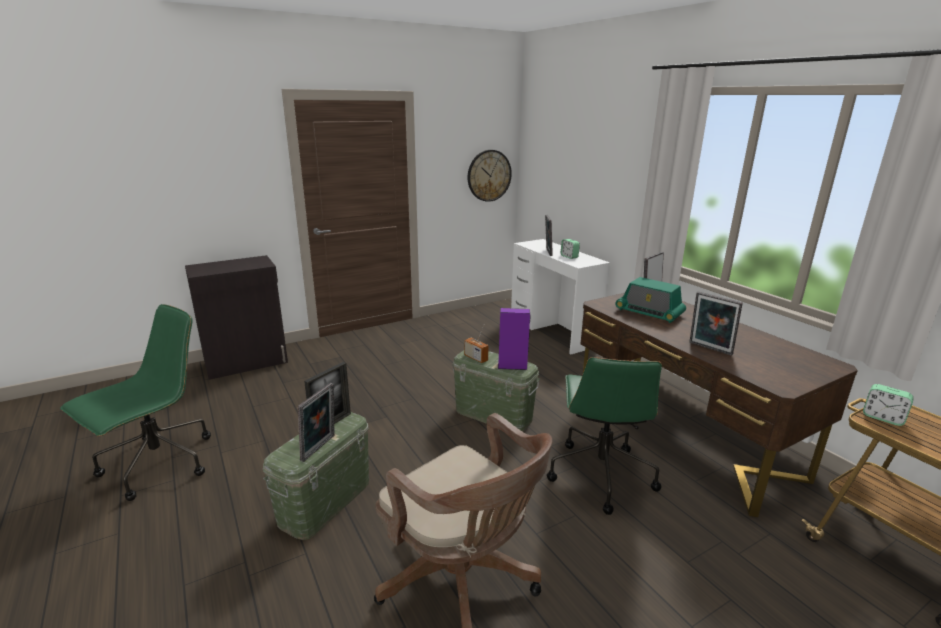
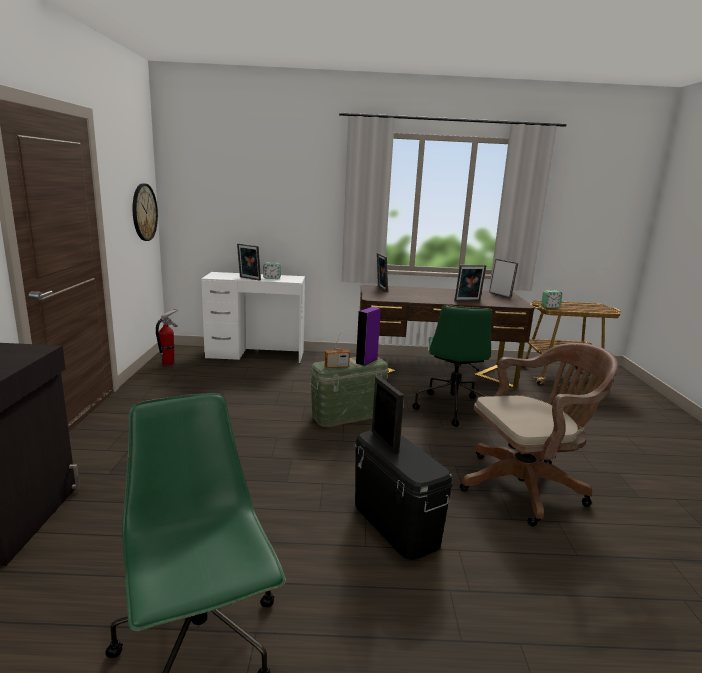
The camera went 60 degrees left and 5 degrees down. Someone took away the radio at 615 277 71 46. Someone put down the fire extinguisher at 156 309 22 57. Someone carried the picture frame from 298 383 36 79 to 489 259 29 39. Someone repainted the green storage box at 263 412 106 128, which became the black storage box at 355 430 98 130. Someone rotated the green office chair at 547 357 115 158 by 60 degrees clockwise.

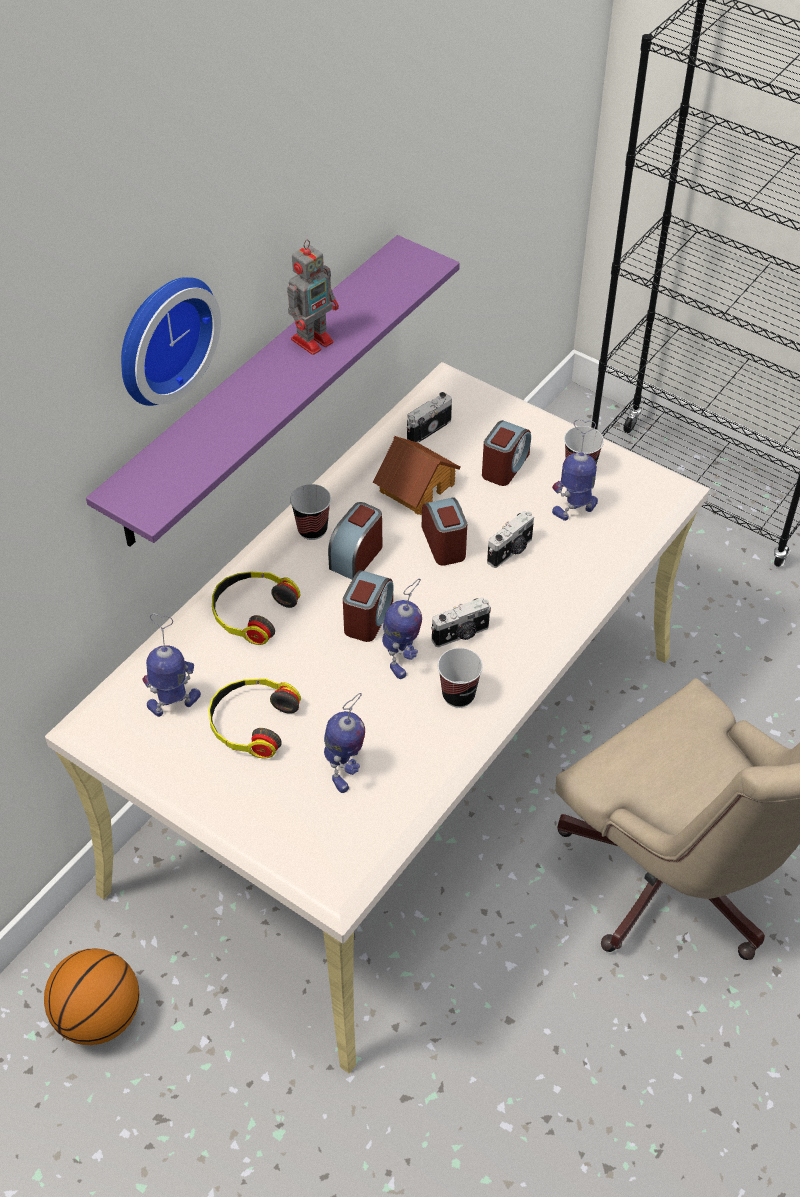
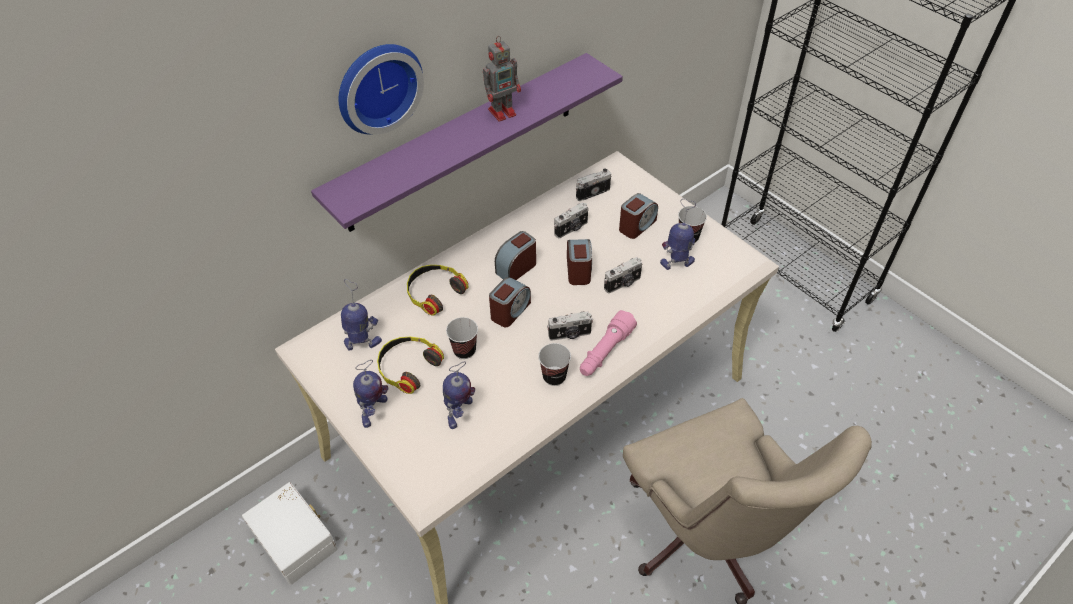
The camera went 15 degrees right and 0 degrees up. Someone put down the pink flashlight at 580 310 57 66. Someone carried the cup from 290 484 41 56 to 446 317 32 42. Someone carried the toy robot from 382 579 40 100 to 353 360 35 68. Someone swapped the basketball at 44 948 95 97 for the white storage box at 242 482 96 103. Someone swapped the toy house at 373 436 87 79 for the photo camera at 554 202 34 36.

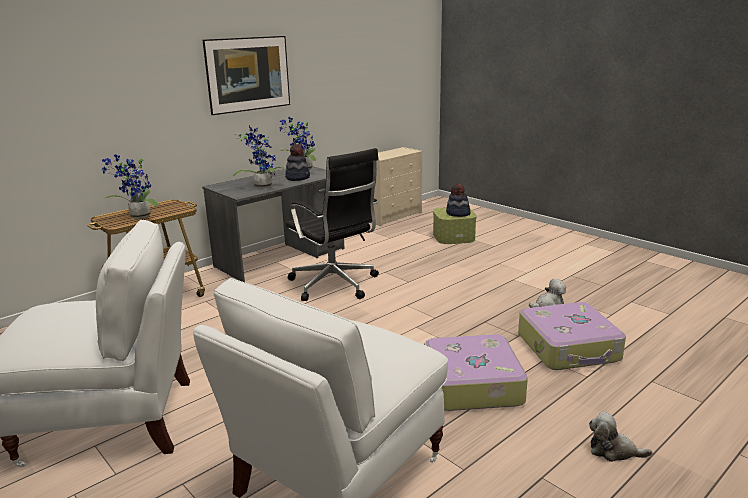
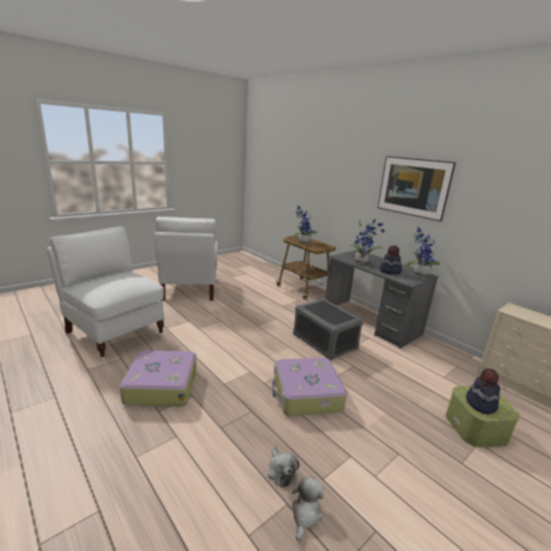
The camera went 90 degrees right and 0 degrees up. Someone carried the suitcase from 518 302 108 68 to 272 358 75 58. Someone carried the plush toy from 589 412 64 50 to 292 477 32 64. Someone swapped the black office chair at 286 148 93 153 for the grey storage box at 293 298 70 63.

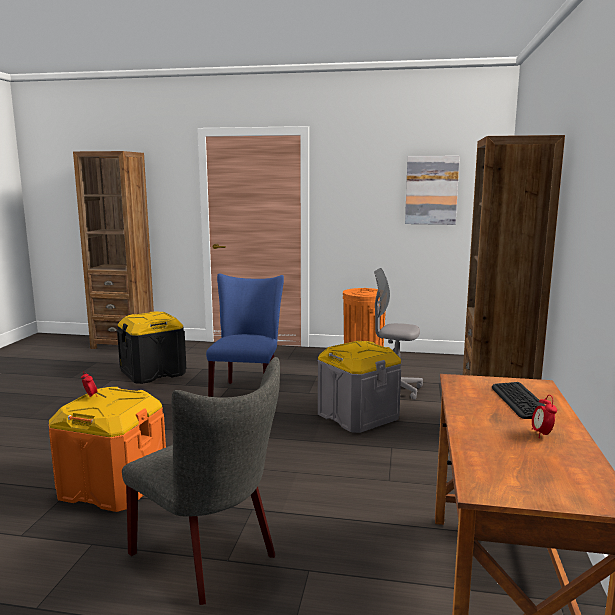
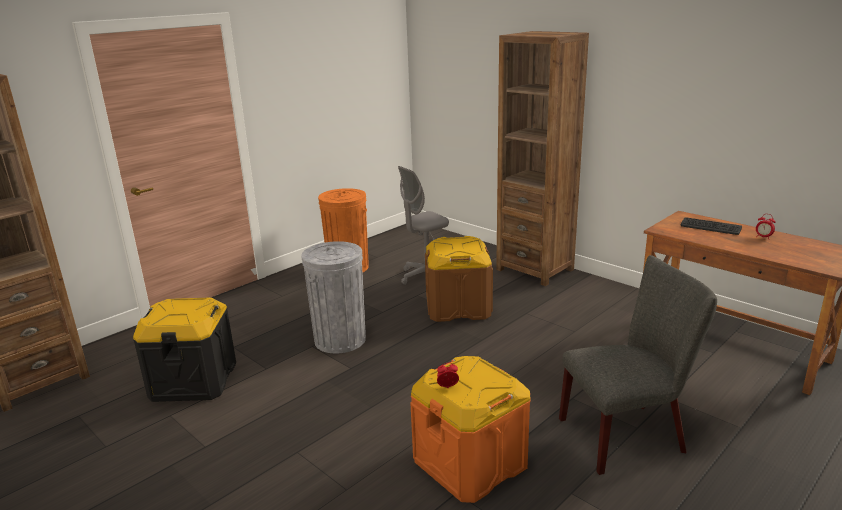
The camera went 55 degrees left and 10 degrees up. Someone took away the picture at 405 156 55 69. Someone swapped the blue chair at 206 273 78 124 for the grey trash can at 301 241 65 112. Someone repainted the grey storage box at 318 341 83 92, which became the brown storage box at 425 236 68 86.

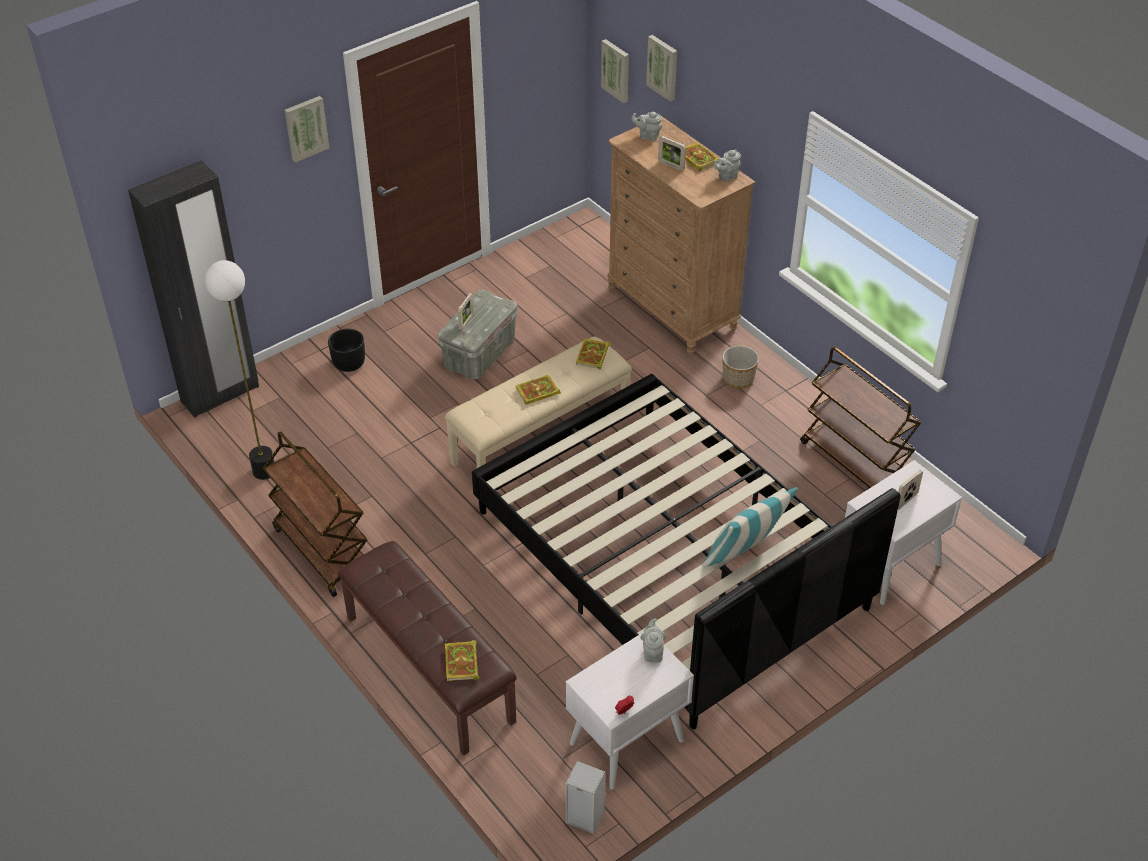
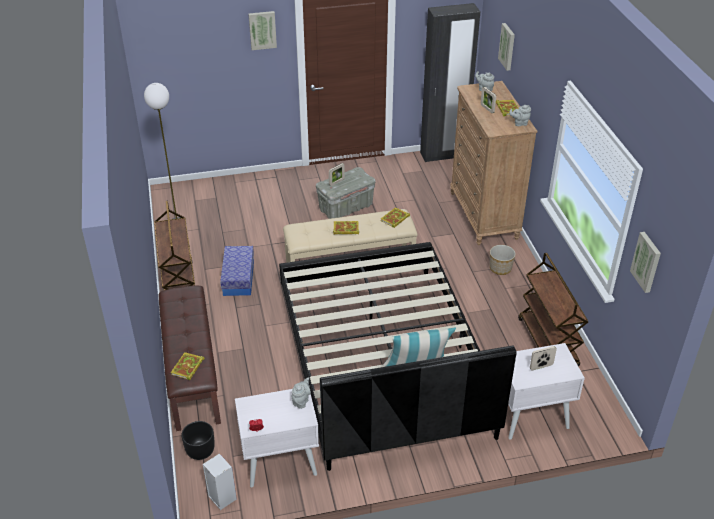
The camera went 25 degrees right and 5 degrees down. Someone put down the storage box at 220 246 34 50. Someone carried the black wardrobe from 128 160 131 258 to 420 3 60 159. Someone carried the black planter from 328 329 37 43 to 181 421 34 39. Someone carried the picture from 601 39 28 64 to 630 232 31 61.

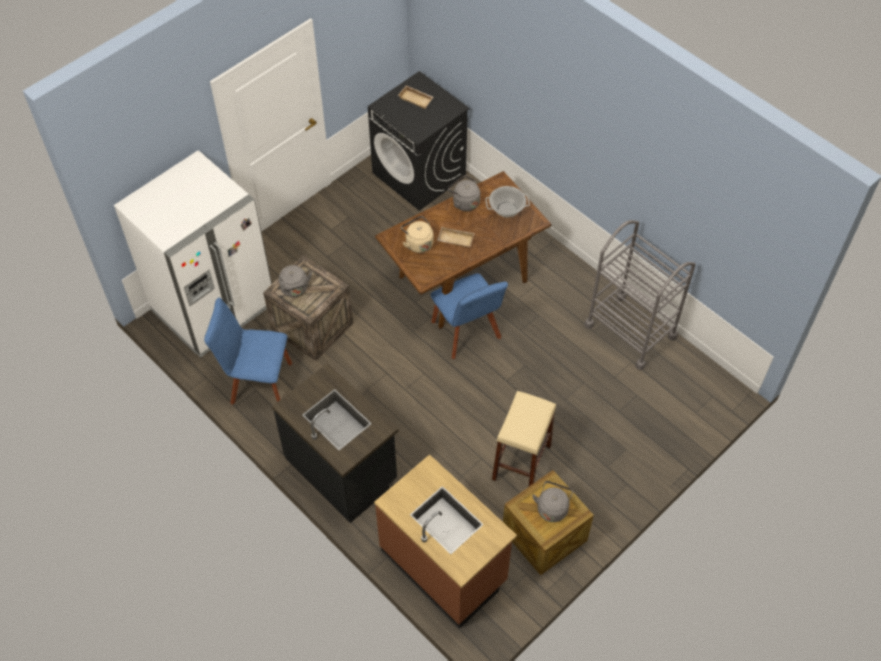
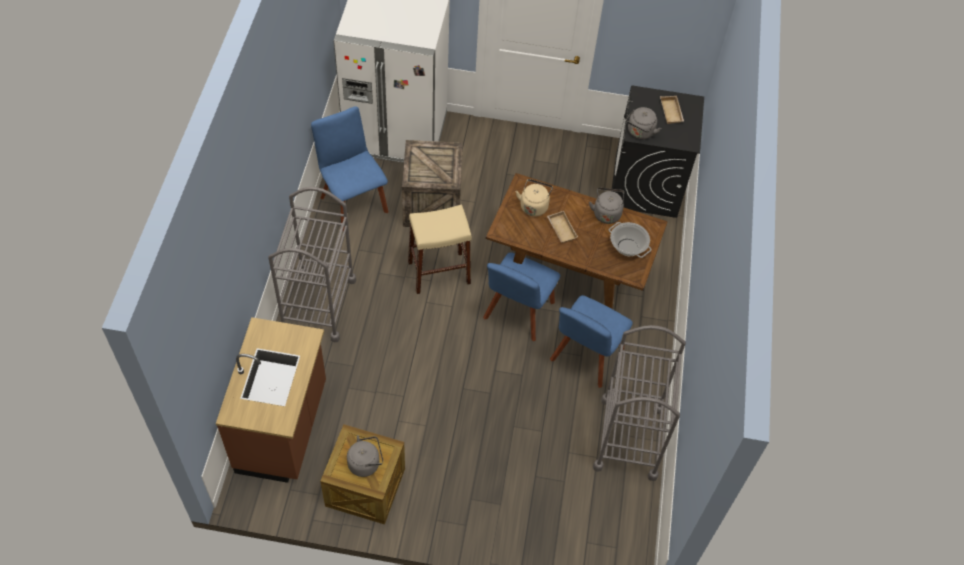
The camera went 50 degrees right and 0 degrees up. Someone put down the blue chair at 550 295 83 93. Someone carried the grey kettle from 279 265 33 32 to 626 107 35 32. Someone carried the beige stool from 492 391 64 95 to 408 205 64 89. Someone swapped the black counter at 272 363 127 160 for the grey cart at 268 187 88 155.

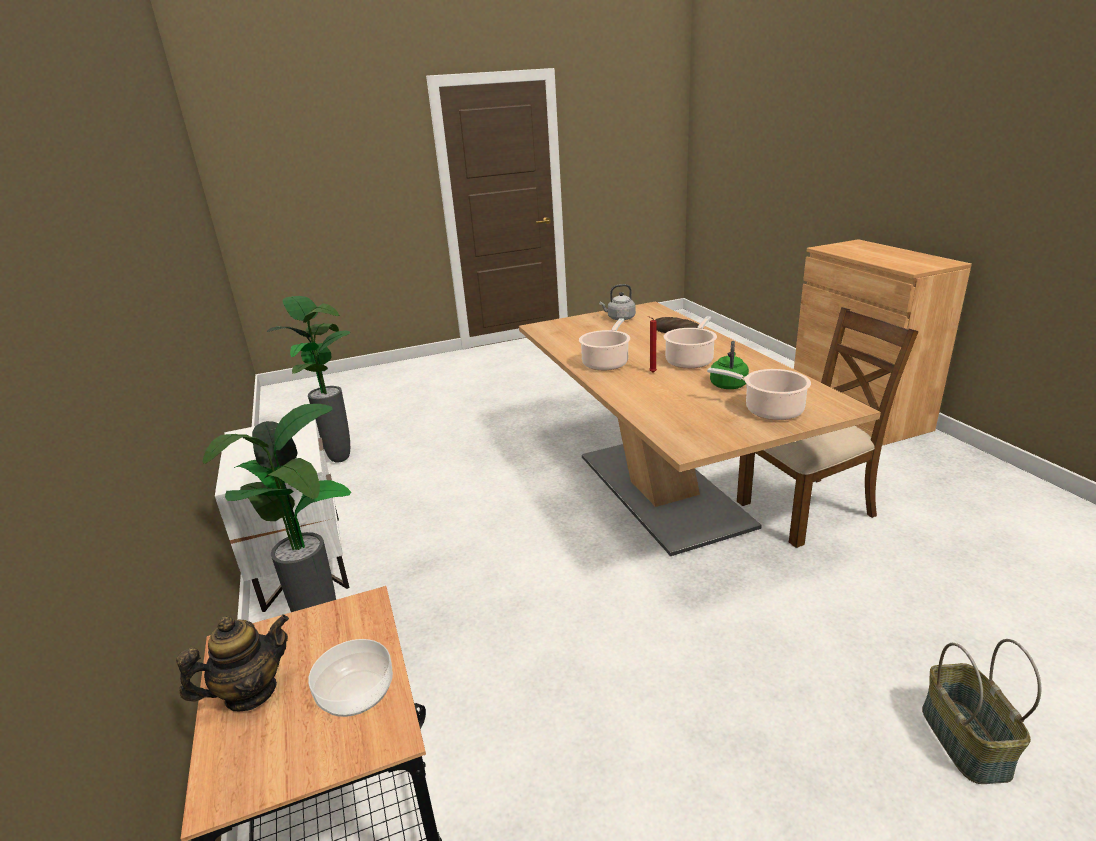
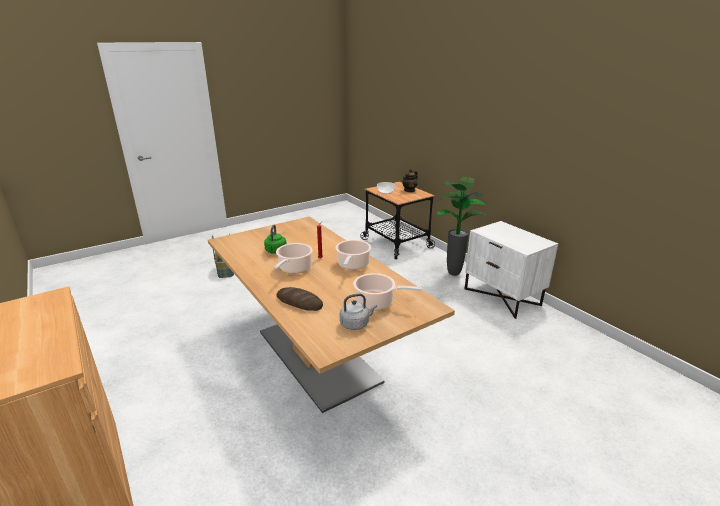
The camera went 165 degrees right and 0 degrees up. Someone took away the potted plant at 266 296 84 166. Someone took away the brown chair at 737 307 182 241. Someone carried the cooking pot from 707 368 104 52 to 353 273 69 37.

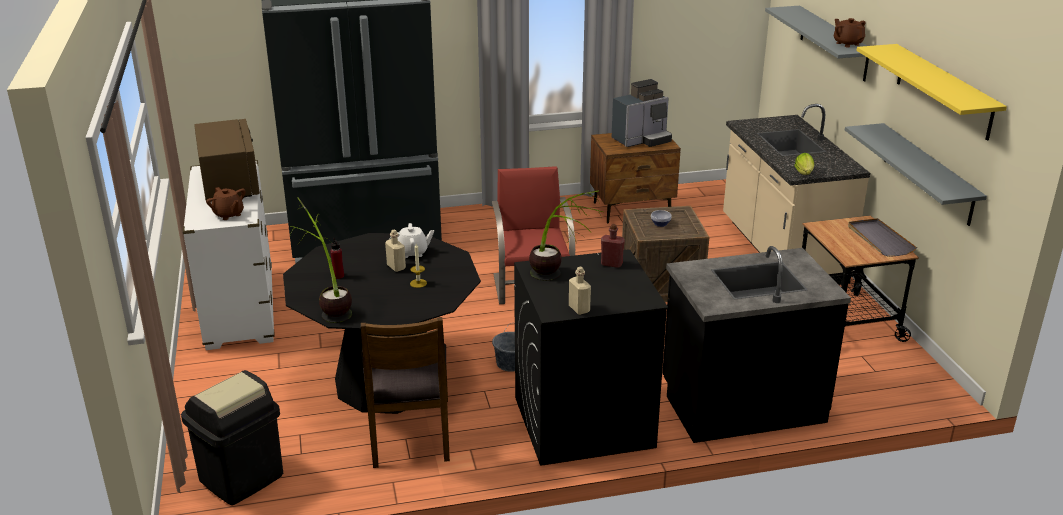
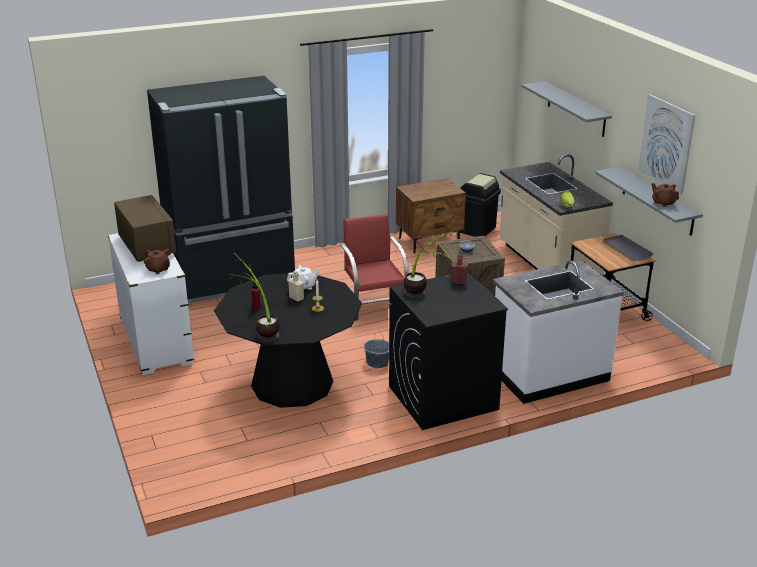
The camera went 10 degrees left and 0 degrees up. Someone took away the brown chair at 361 317 89 151. Someone took away the beige bottle at 569 267 22 48. Someone took away the coffee machine at 612 79 60 68. Someone carried the black trash can from 181 370 102 135 to 460 173 41 64. Someone carried the brown teapot from 834 18 31 29 to 652 183 27 24. Someone swapped the yellow shelf at 856 44 151 97 for the picture at 638 94 57 100. Someone repainted the black counter at 662 246 189 197, which became the white counter at 493 260 131 144.

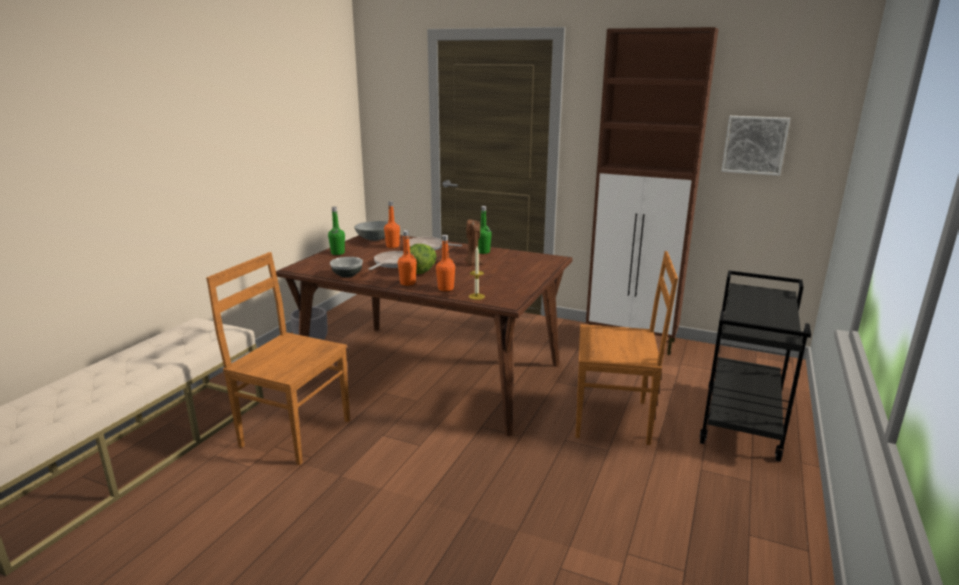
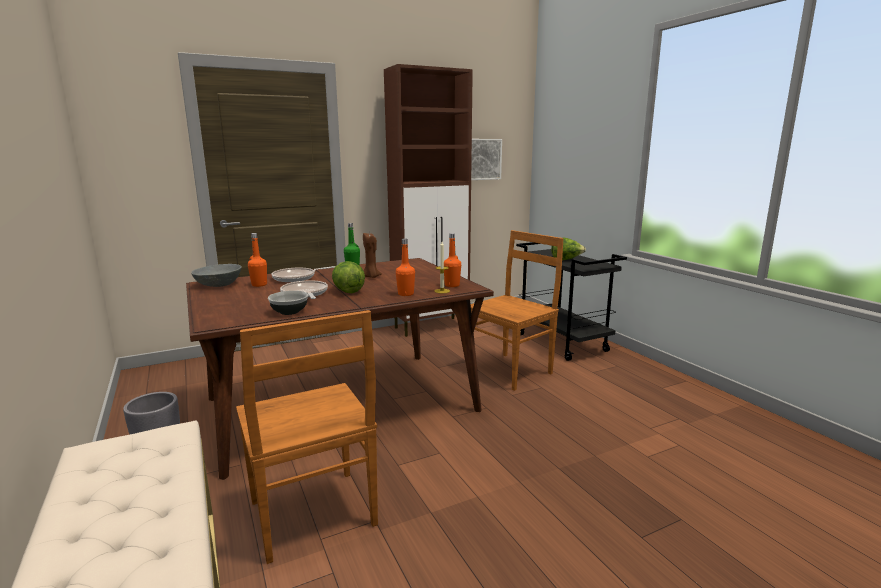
The camera went 50 degrees left and 5 degrees down. Someone took away the green bottle at 328 207 17 48. Someone put down the lettuce at 551 238 35 22. Someone carried the orange bottle from 398 230 19 56 to 444 233 17 54. Someone rotated the brown chair at 206 252 144 213 by 90 degrees counterclockwise.

